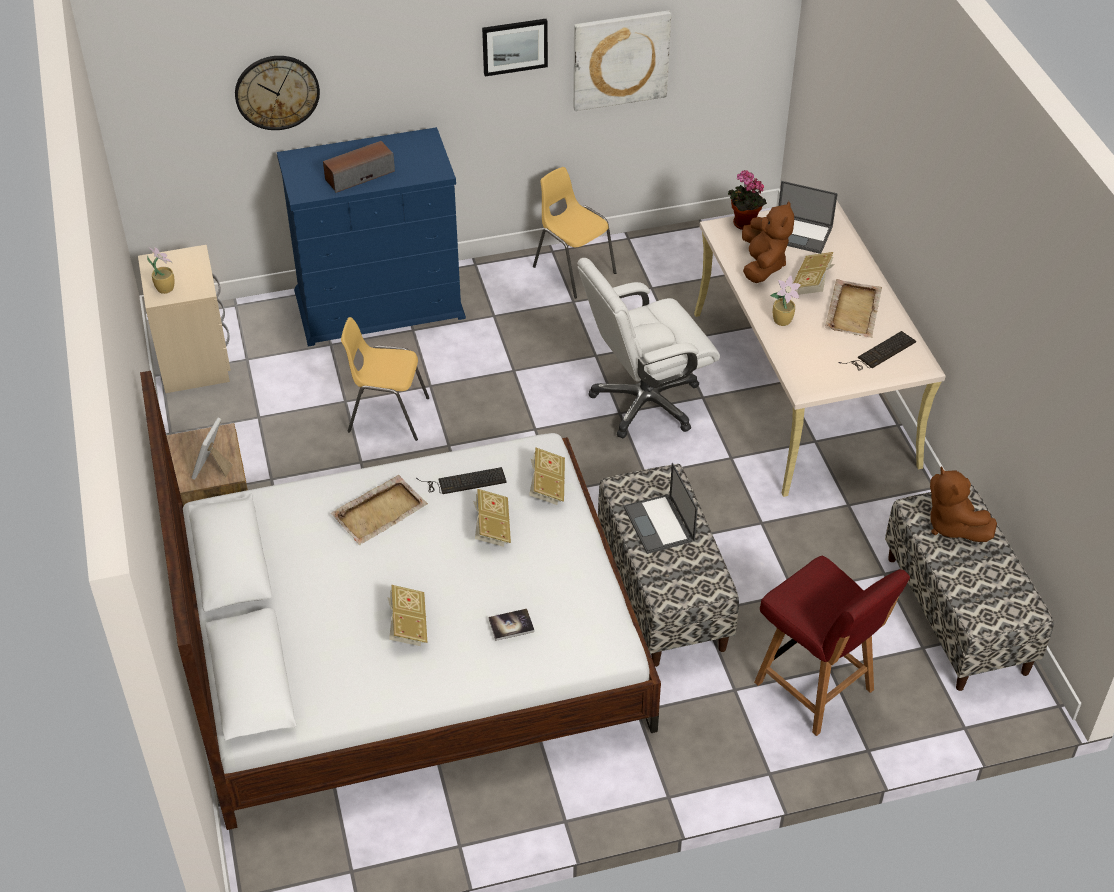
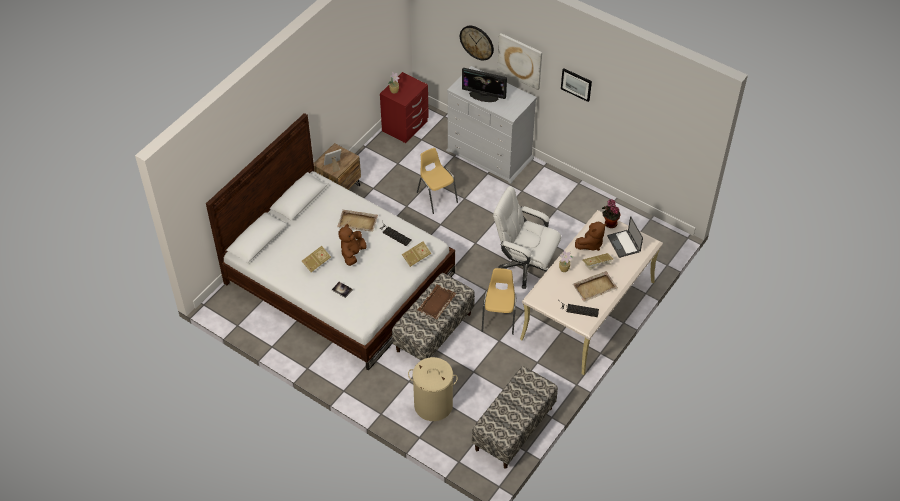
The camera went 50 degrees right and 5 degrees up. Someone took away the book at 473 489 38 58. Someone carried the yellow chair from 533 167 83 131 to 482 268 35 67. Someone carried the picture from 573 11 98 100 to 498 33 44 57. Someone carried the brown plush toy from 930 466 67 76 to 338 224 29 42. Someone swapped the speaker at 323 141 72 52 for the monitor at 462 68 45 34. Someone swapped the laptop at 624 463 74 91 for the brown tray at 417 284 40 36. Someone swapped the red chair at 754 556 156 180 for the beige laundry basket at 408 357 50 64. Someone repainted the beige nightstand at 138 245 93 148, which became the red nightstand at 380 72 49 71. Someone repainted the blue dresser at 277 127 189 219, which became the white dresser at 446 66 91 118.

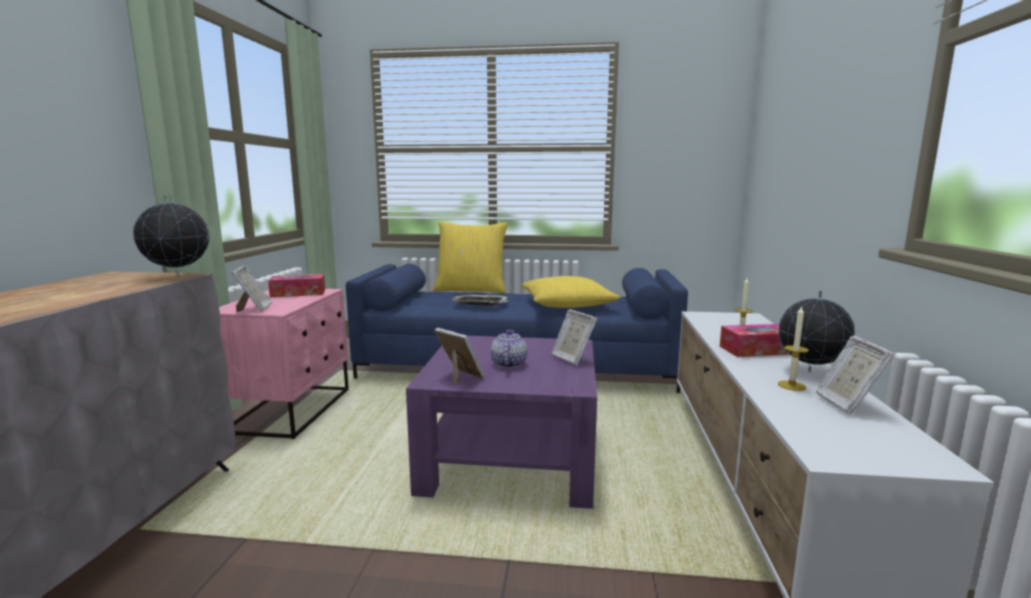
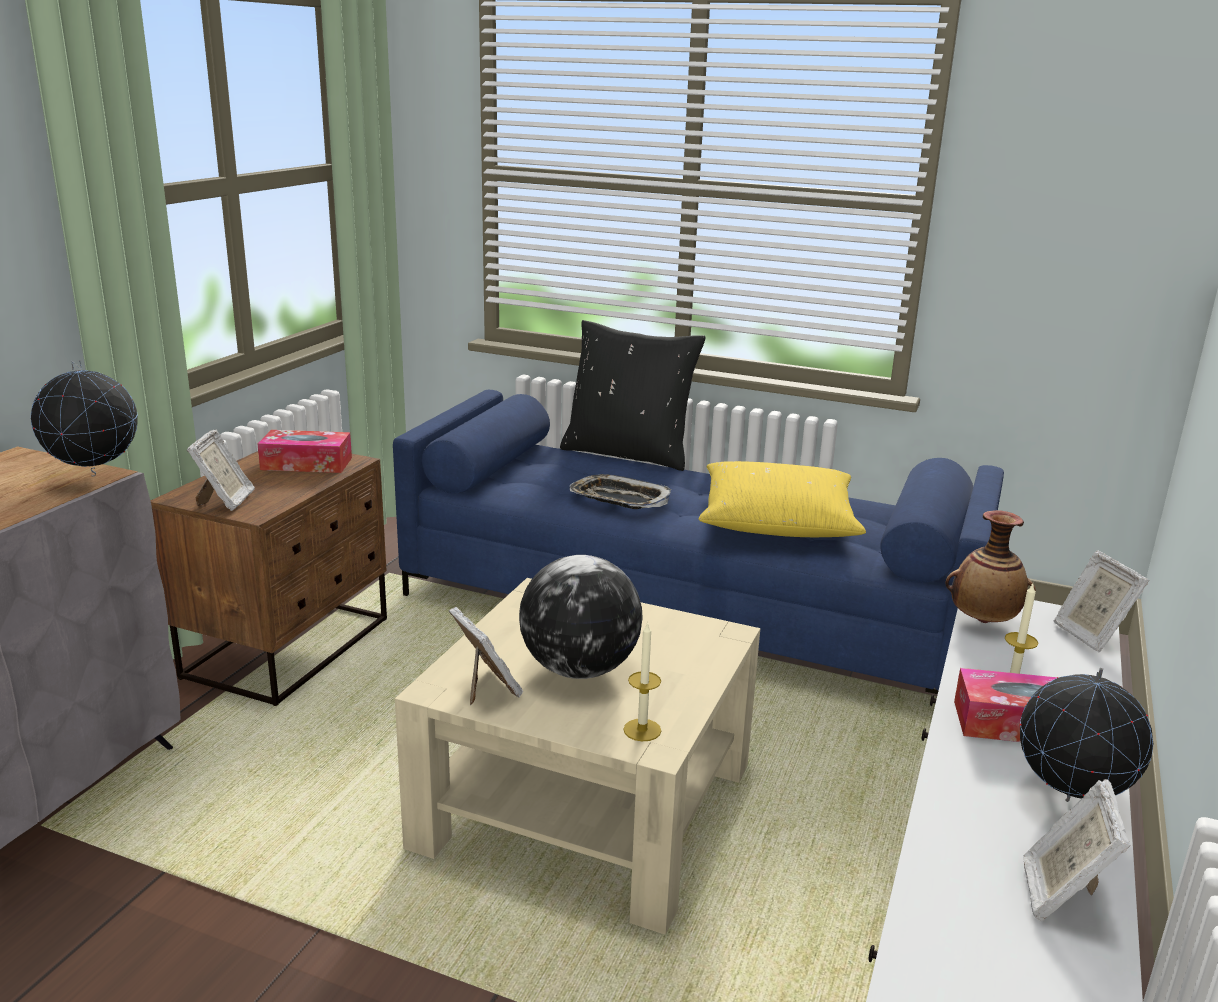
The camera went 15 degrees right and 10 degrees up. Someone put down the vase at 945 510 91 113. Someone carried the picture frame from 552 309 45 57 to 1053 551 96 101. Someone carried the candle from 778 306 31 85 to 623 622 38 119. Someone swapped the teapot at 491 330 36 38 for the globe at 519 555 124 124. Someone repainted the pink nightstand at 219 289 130 150, which became the brown nightstand at 150 451 237 255. Someone repainted the purple coffee table at 406 336 191 173, which became the beige coffee table at 395 578 365 357. Someone repainted the yellow pillow at 433 222 75 71, which became the black pillow at 560 320 146 151.

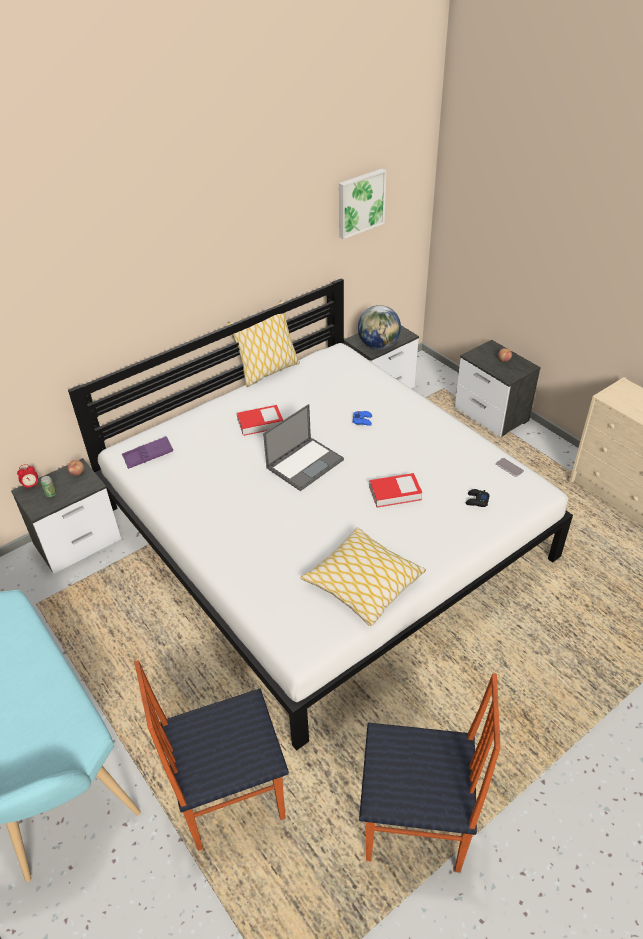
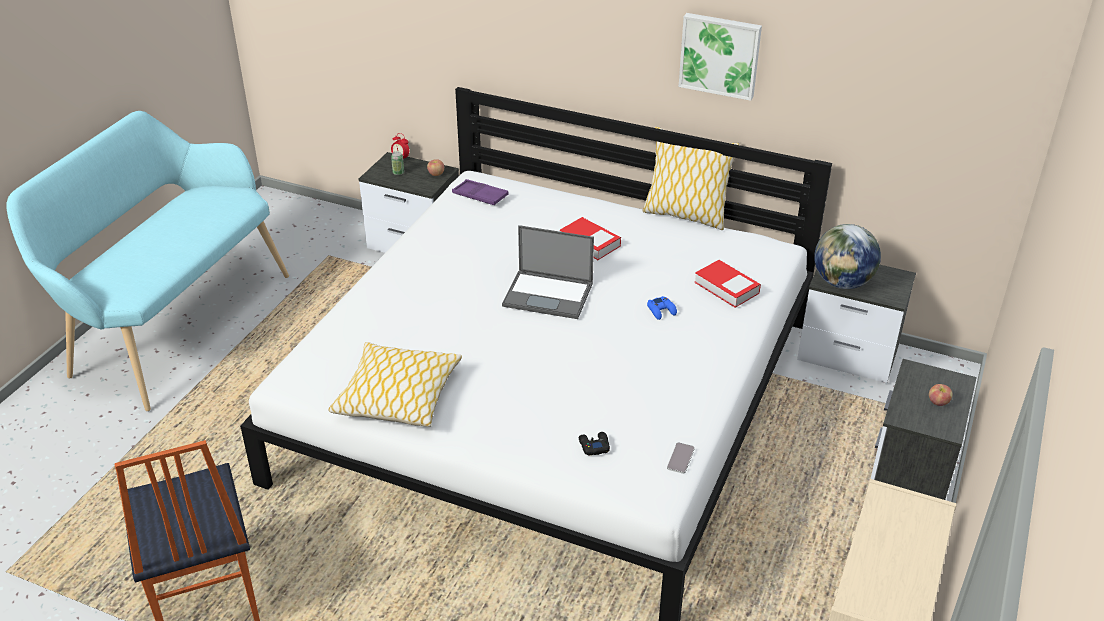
The camera went 60 degrees right and 5 degrees down. Someone took away the chair at 134 660 155 191. Someone carried the picture from 339 169 47 70 to 679 13 83 88. Someone carried the book from 369 473 53 34 to 694 260 67 48.

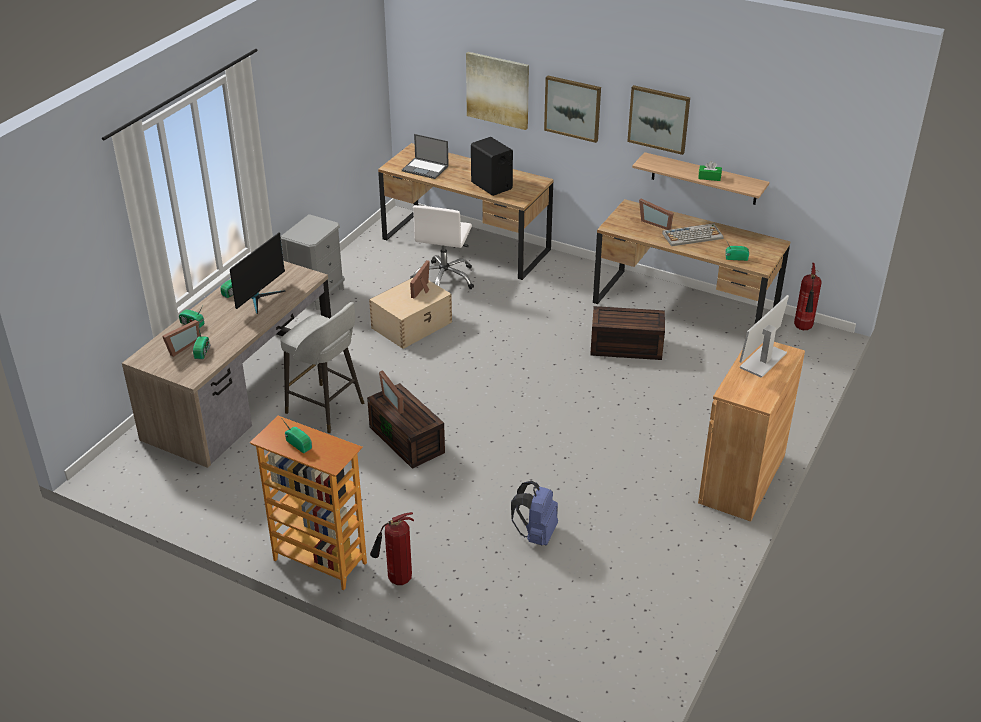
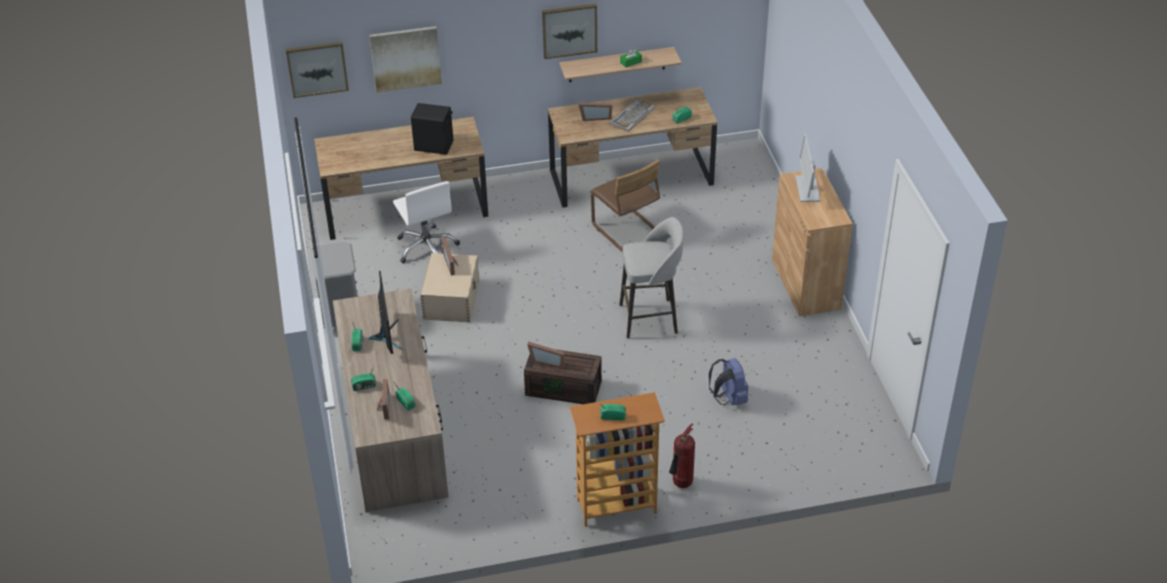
The camera went 40 degrees left and 5 degrees up. Someone took away the laptop at 402 134 47 45. Someone took away the fire extinguisher at 794 263 28 67. Someone carried the grey stool from 280 302 84 131 to 619 217 64 122. Someone carried the picture from 544 76 57 67 to 286 42 63 56. Someone swapped the brown storage box at 590 306 75 54 for the brown chair at 590 160 70 92.

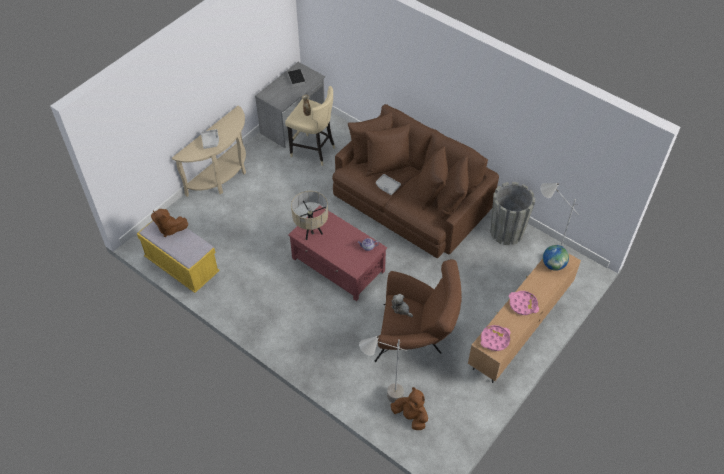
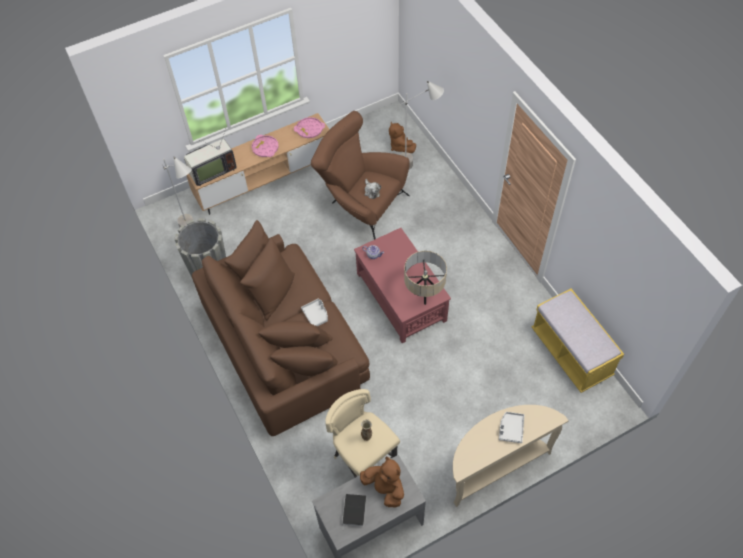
The camera went 155 degrees left and 5 degrees up. Someone carried the brown plush toy from 151 209 37 28 to 360 456 44 51. Someone swapped the globe at 543 245 26 26 for the television at 184 129 53 57.

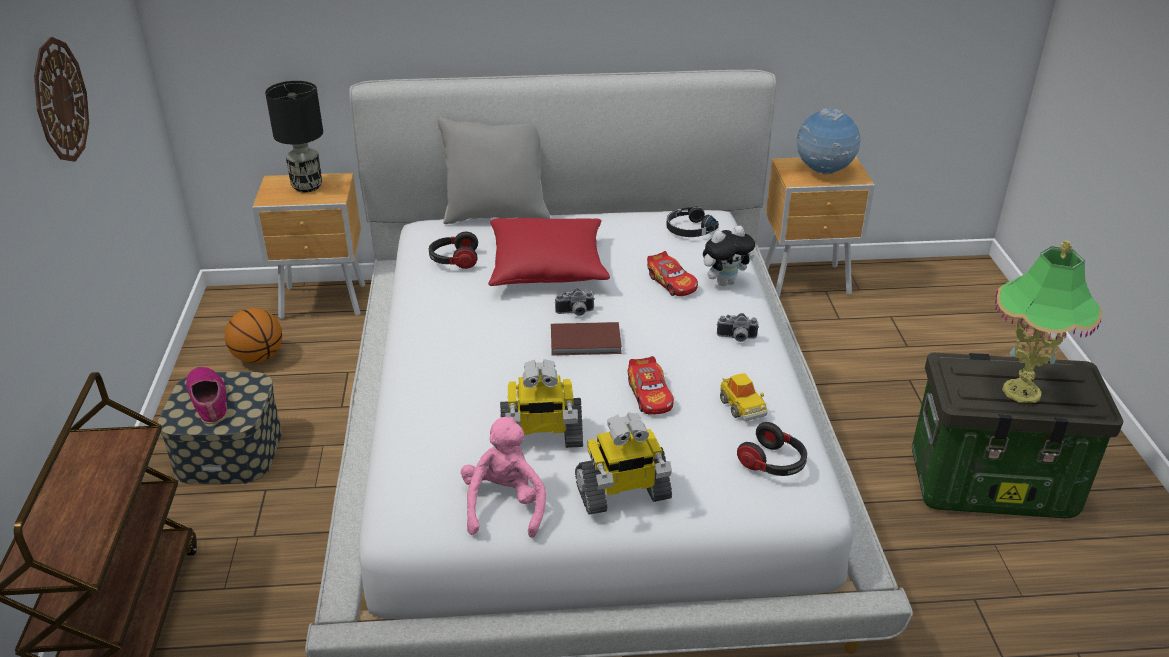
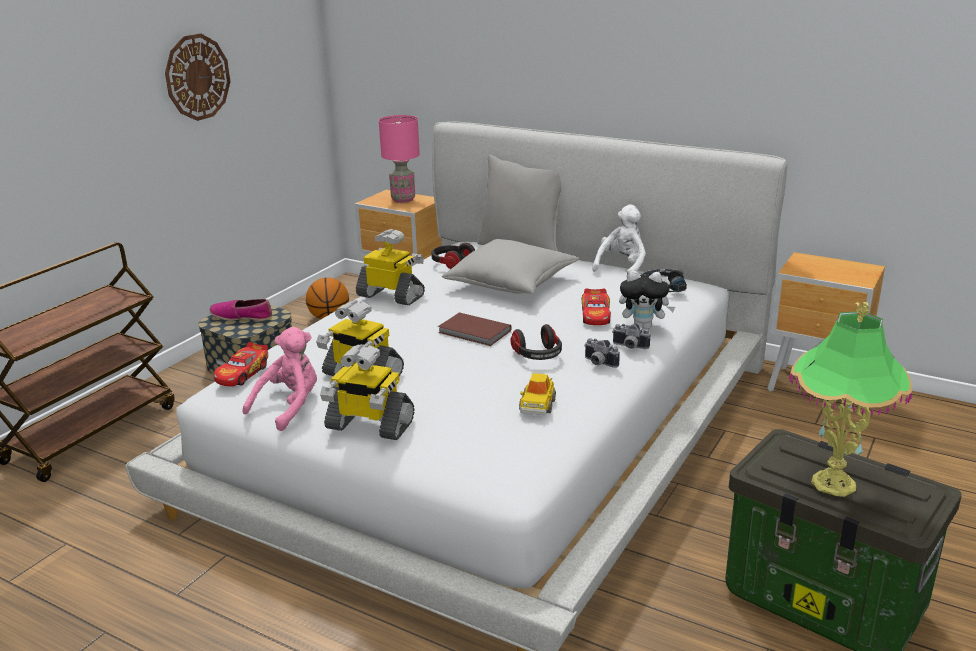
The camera went 35 degrees right and 10 degrees down. Someone took away the globe at 796 108 65 67. Someone put down the toy robot at 356 229 69 76. Someone put down the white plush toy at 592 204 54 74. Someone carried the photo camera from 555 288 40 28 to 612 324 38 25. Someone carried the toy car from 627 356 47 59 to 214 342 54 45. Someone carried the headphones from 737 422 70 54 to 510 324 52 36. Someone repainted the black table lamp at 265 81 58 111, which became the pink table lamp at 379 115 41 88. Someone repainted the red pillow at 488 218 122 68, which became the grey pillow at 442 239 137 55. Someone rotated the shoe at 186 367 42 57 by 90 degrees counterclockwise.

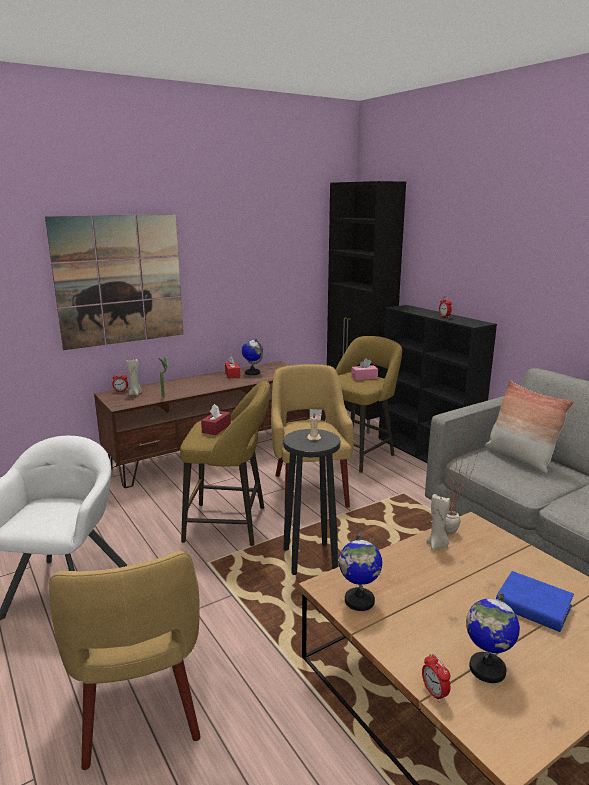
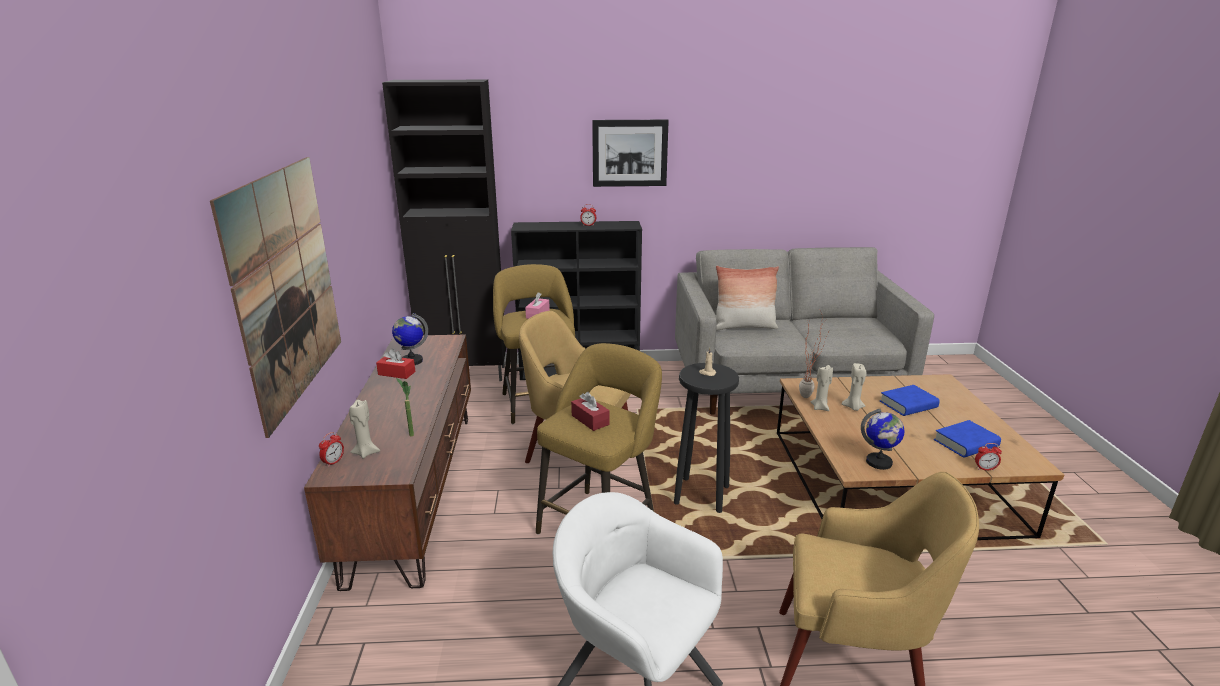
The camera went 60 degrees left and 5 degrees up. Someone put up the picture at 592 120 77 67. Someone put down the beige candle at 842 363 25 48. Someone swapped the globe at 466 592 54 91 for the blue book at 934 420 67 38.

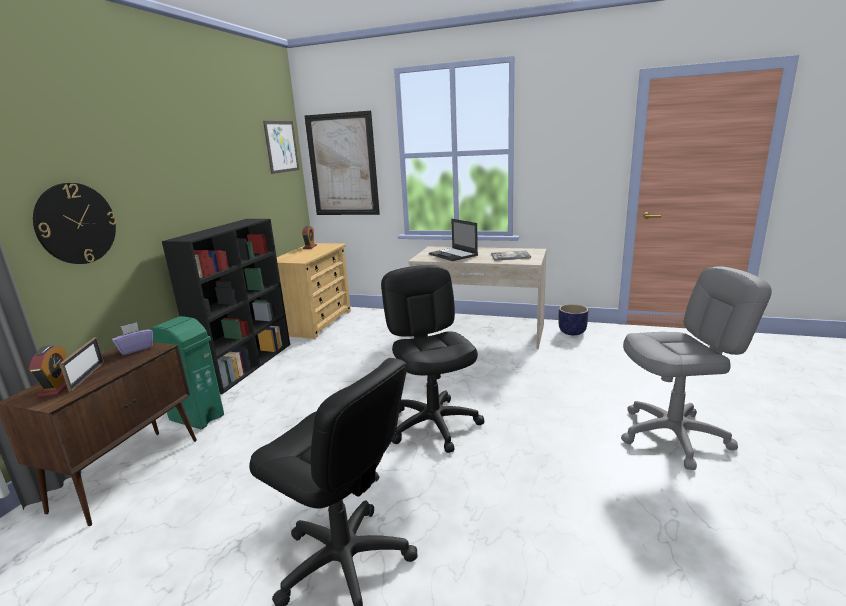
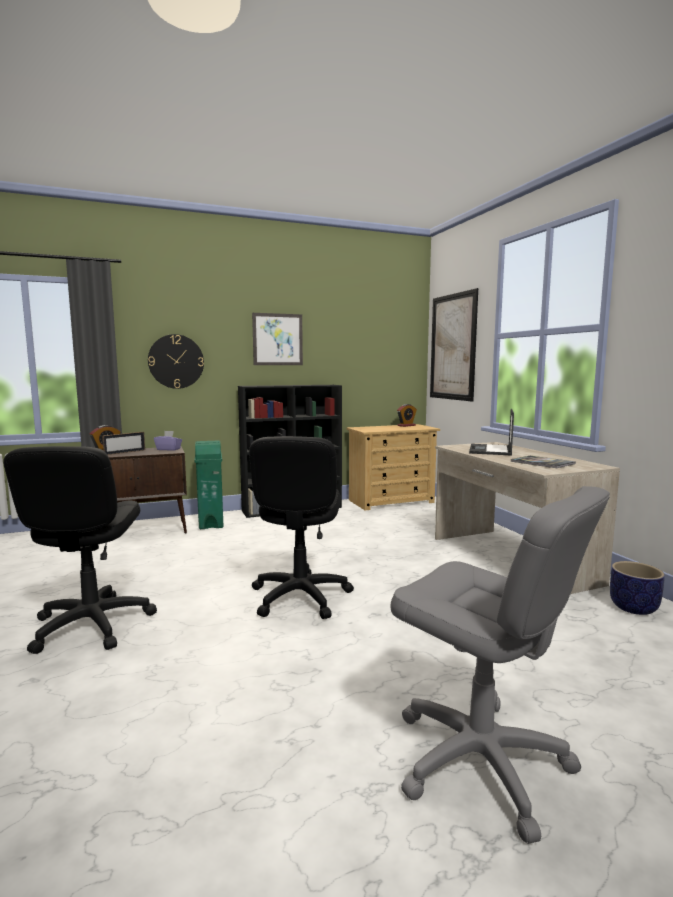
The camera went 50 degrees right and 10 degrees down. Someone carried the picture from 263 121 36 53 to 252 313 51 52. Someone rotated the black office chair at 381 265 103 188 by 150 degrees clockwise.

